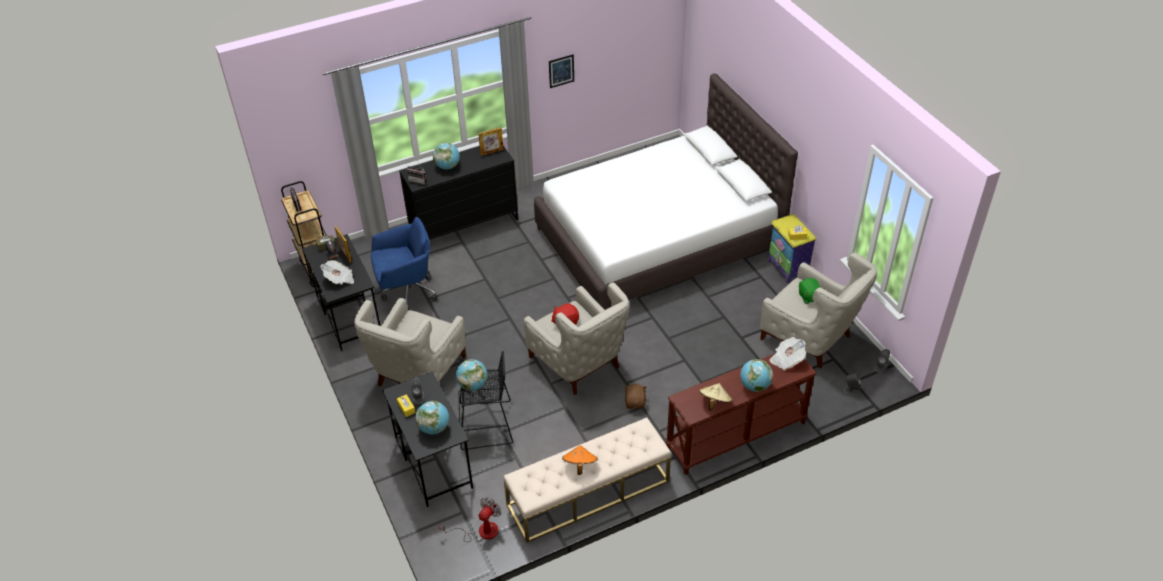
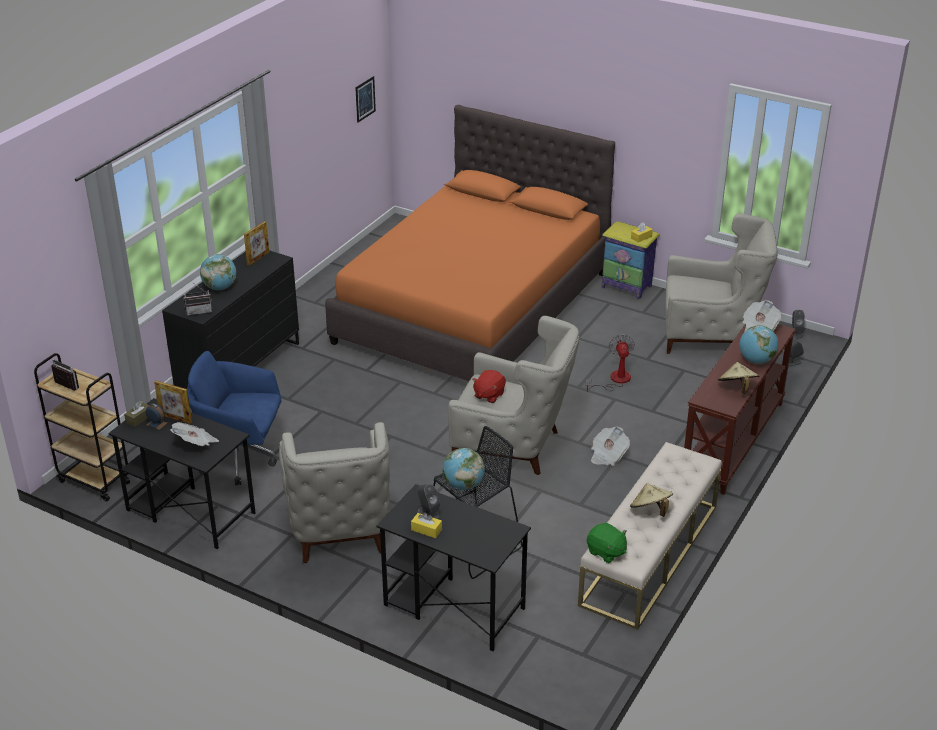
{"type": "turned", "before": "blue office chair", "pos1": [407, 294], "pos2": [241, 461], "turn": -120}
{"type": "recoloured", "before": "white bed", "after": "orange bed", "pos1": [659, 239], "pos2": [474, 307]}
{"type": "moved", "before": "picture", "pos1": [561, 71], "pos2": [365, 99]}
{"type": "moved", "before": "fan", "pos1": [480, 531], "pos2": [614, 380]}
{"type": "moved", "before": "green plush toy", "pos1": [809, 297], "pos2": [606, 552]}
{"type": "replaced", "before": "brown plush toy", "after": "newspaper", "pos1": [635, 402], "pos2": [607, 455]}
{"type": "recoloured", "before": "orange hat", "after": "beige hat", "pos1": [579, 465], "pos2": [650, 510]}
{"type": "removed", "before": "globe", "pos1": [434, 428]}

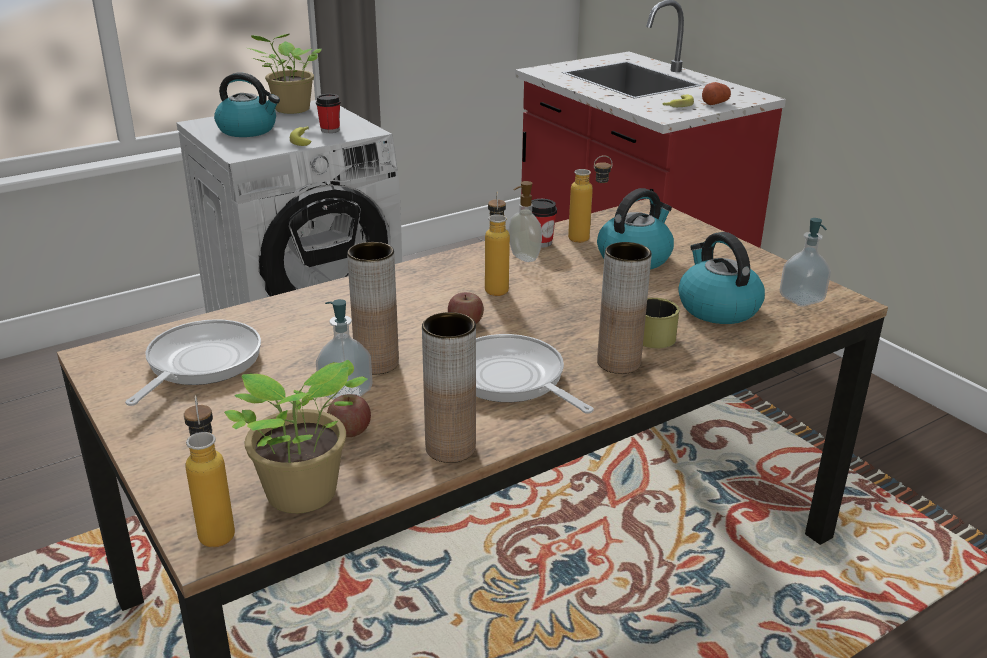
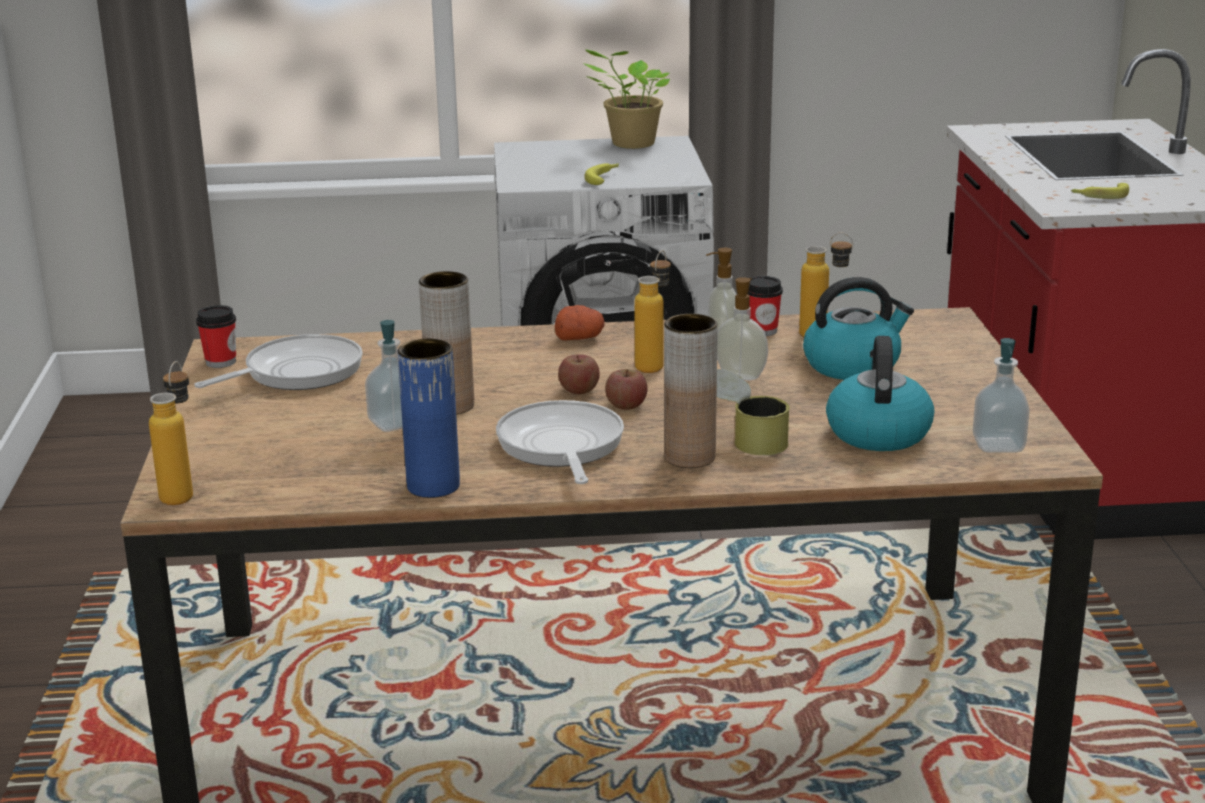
{"type": "moved", "before": "cup", "pos1": [330, 130], "pos2": [221, 362]}
{"type": "recoloured", "before": "brown vase", "after": "blue vase", "pos1": [450, 448], "pos2": [433, 486]}
{"type": "moved", "before": "potato", "pos1": [714, 103], "pos2": [580, 338]}
{"type": "moved", "before": "apple", "pos1": [350, 431], "pos2": [626, 405]}
{"type": "added", "after": "soap dispenser", "pos2": [741, 375]}
{"type": "removed", "before": "kettle", "pos1": [248, 130]}
{"type": "removed", "before": "potted plant", "pos1": [303, 496]}

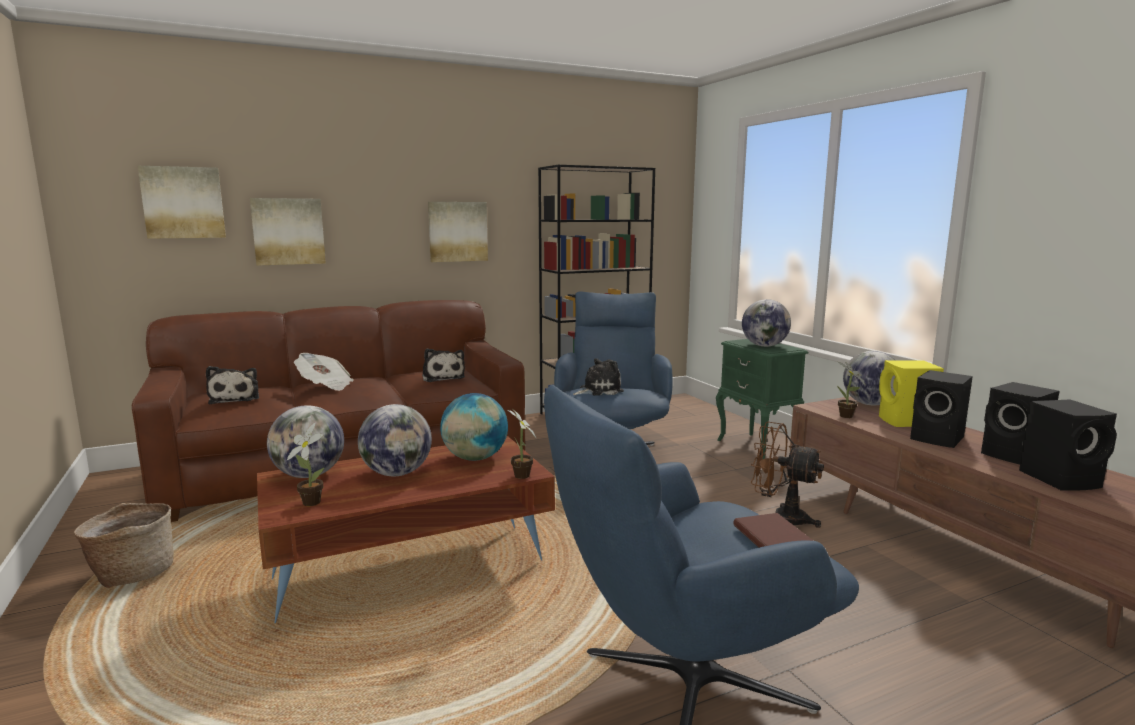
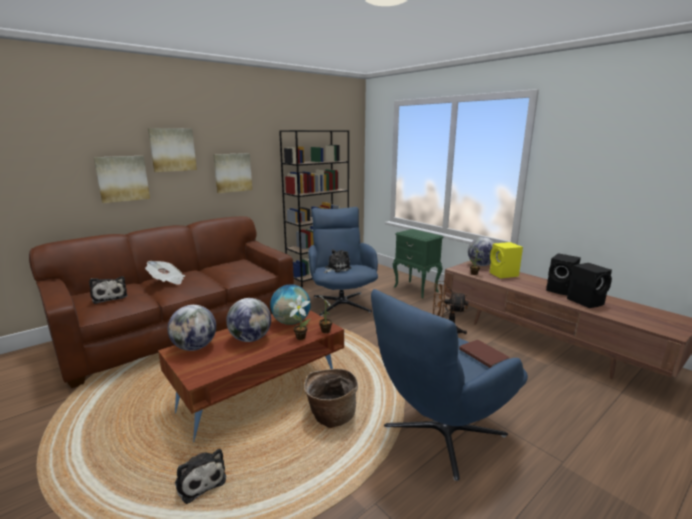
{"type": "moved", "before": "picture", "pos1": [183, 202], "pos2": [172, 149]}
{"type": "moved", "before": "plush toy", "pos1": [443, 377], "pos2": [200, 480]}
{"type": "moved", "before": "potted plant", "pos1": [310, 501], "pos2": [299, 337]}
{"type": "moved", "before": "basket", "pos1": [132, 574], "pos2": [330, 416]}
{"type": "removed", "before": "globe", "pos1": [764, 346]}
{"type": "removed", "before": "black speaker", "pos1": [939, 439]}

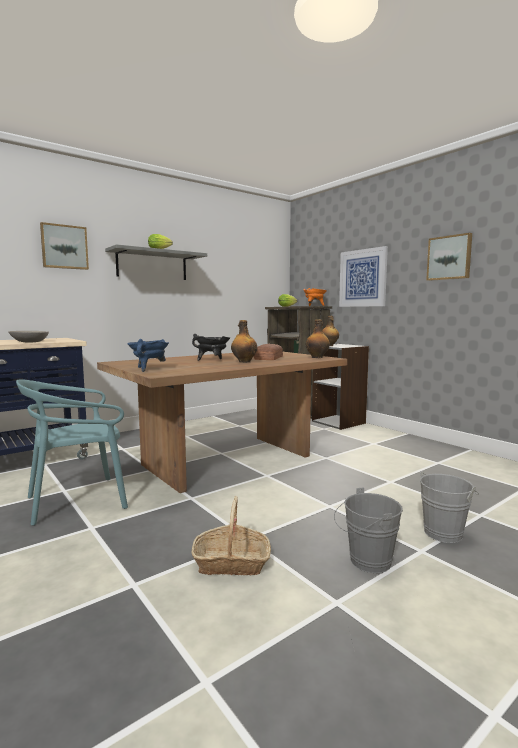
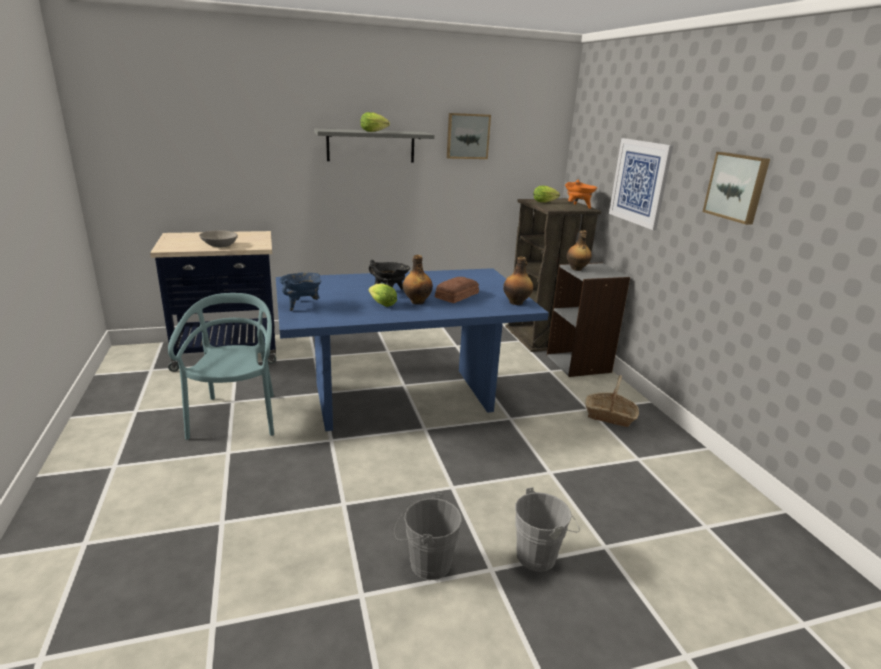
{"type": "turned", "before": "turquoise chair", "pos1": [78, 500], "pos2": [236, 417], "turn": 90}
{"type": "recoloured", "before": "brown dining table", "after": "blue dining table", "pos1": [227, 460], "pos2": [403, 397]}
{"type": "added", "after": "lettuce", "pos2": [381, 304]}
{"type": "moved", "before": "picture", "pos1": [64, 247], "pos2": [467, 136]}
{"type": "moved", "before": "basket", "pos1": [231, 562], "pos2": [610, 416]}

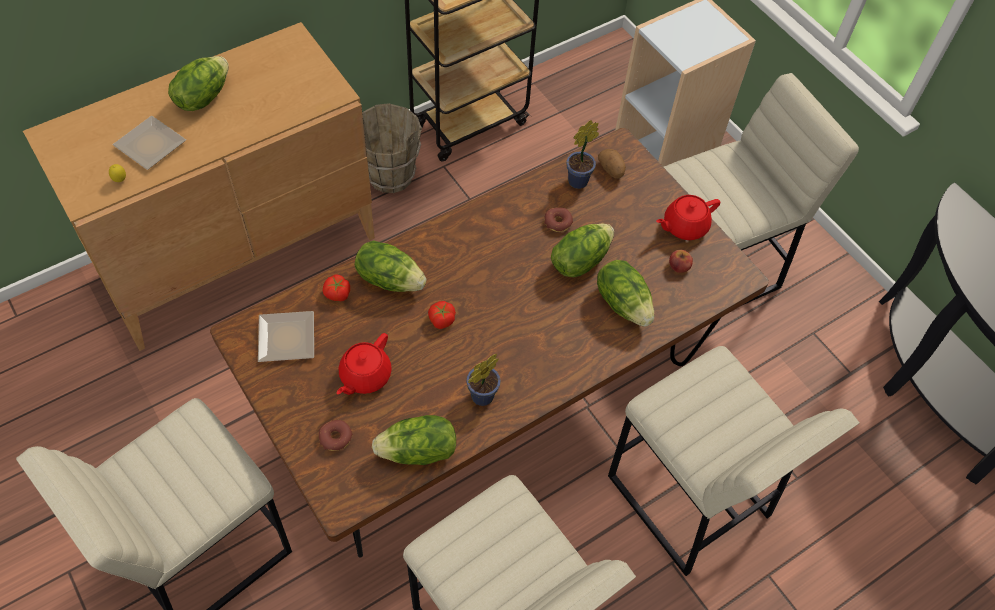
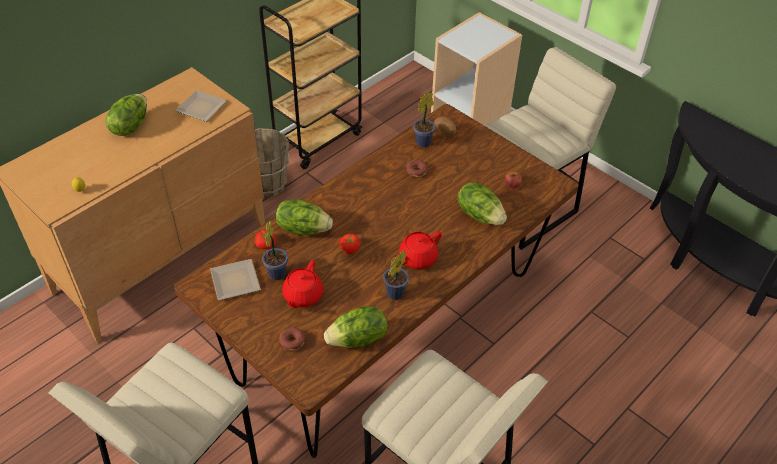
{"type": "moved", "before": "plate", "pos1": [150, 147], "pos2": [202, 109]}
{"type": "added", "after": "potted plant", "pos2": [277, 272]}
{"type": "moved", "before": "red teapot", "pos1": [684, 226], "pos2": [417, 258]}
{"type": "removed", "before": "lettuce", "pos1": [579, 260]}
{"type": "removed", "before": "beige chair", "pos1": [691, 499]}

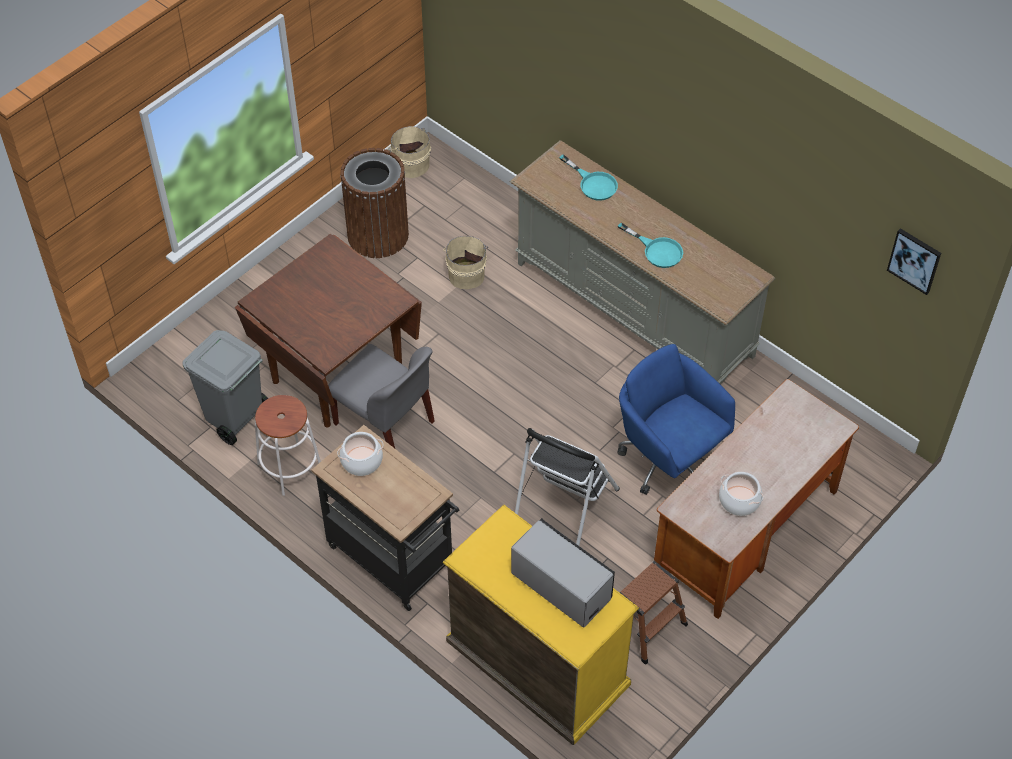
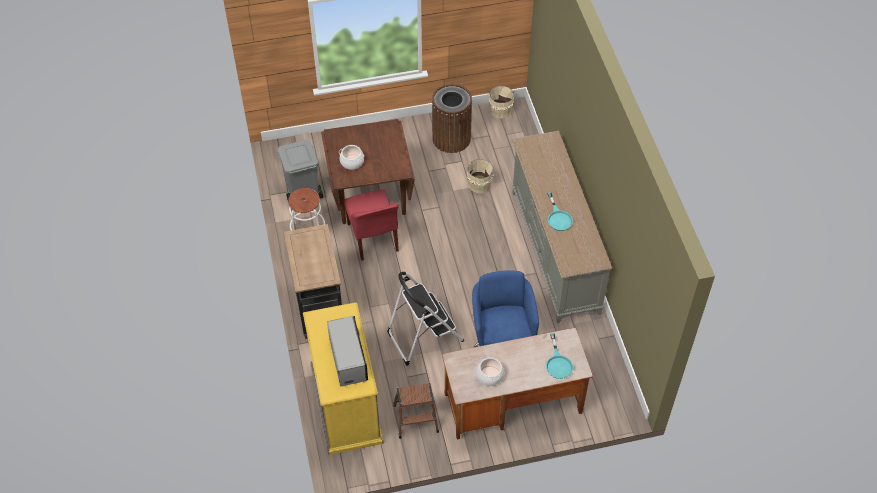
{"type": "moved", "before": "cooking pot", "pos1": [361, 461], "pos2": [352, 162]}
{"type": "recoloured", "before": "grey chair", "after": "red chair", "pos1": [386, 424], "pos2": [373, 238]}
{"type": "moved", "before": "turquoise frying pan", "pos1": [593, 183], "pos2": [558, 363]}
{"type": "removed", "before": "picture", "pos1": [914, 260]}

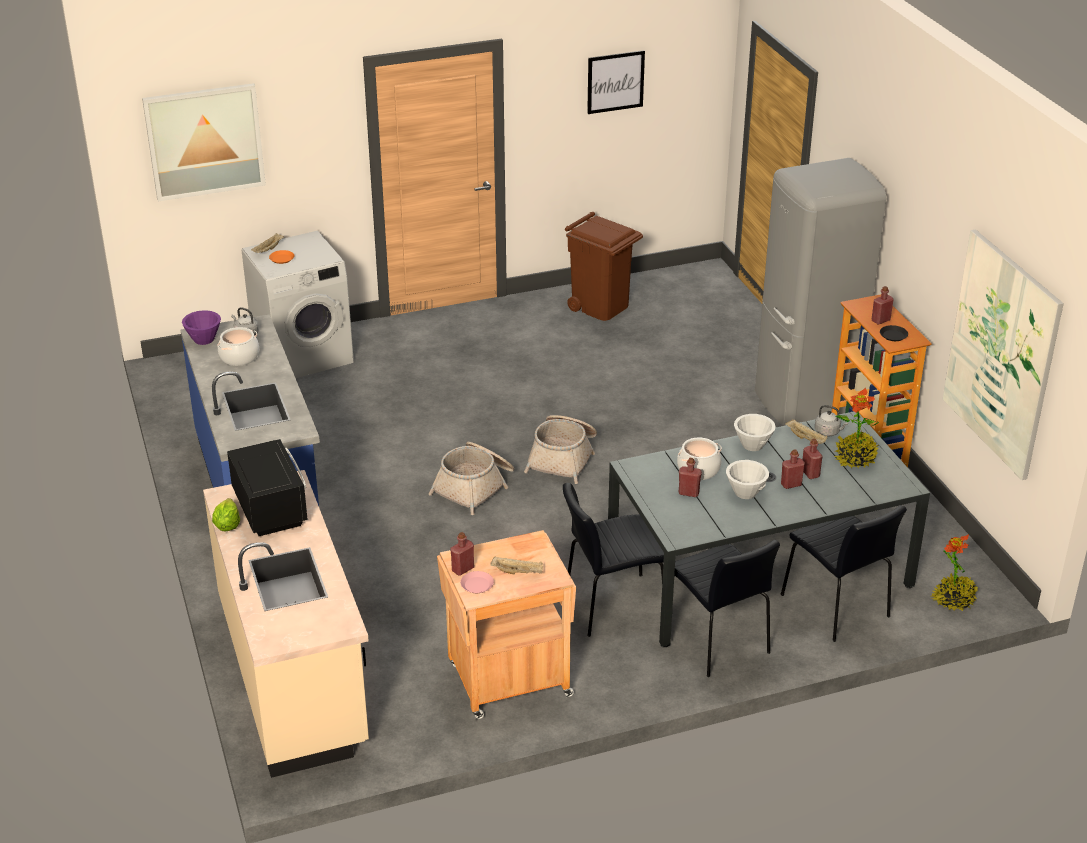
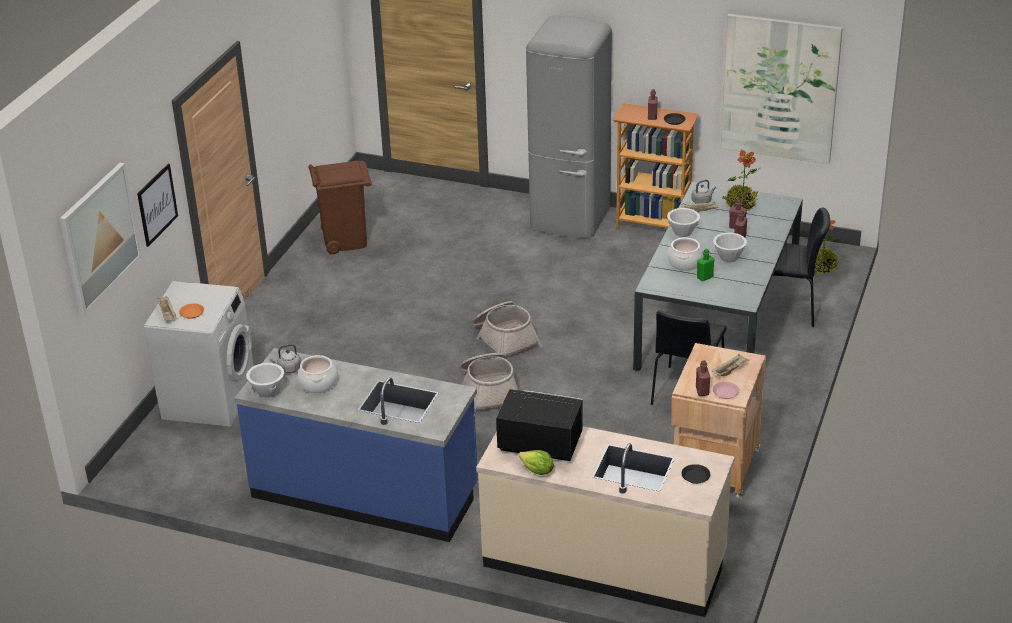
{"type": "moved", "before": "picture", "pos1": [615, 82], "pos2": [157, 204]}
{"type": "recoloured", "before": "purple bowl", "after": "white bowl", "pos1": [203, 339], "pos2": [267, 392]}
{"type": "added", "after": "black plate", "pos2": [695, 476]}
{"type": "recoloured", "before": "red bottle", "after": "green bottle", "pos1": [688, 493], "pos2": [705, 277]}
{"type": "removed", "before": "black chair", "pos1": [718, 642]}

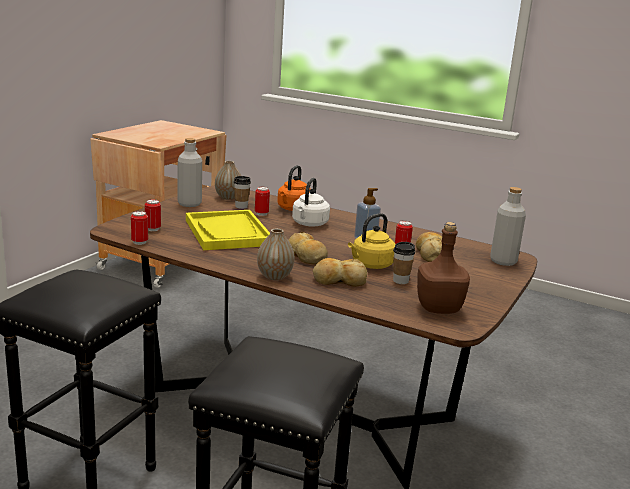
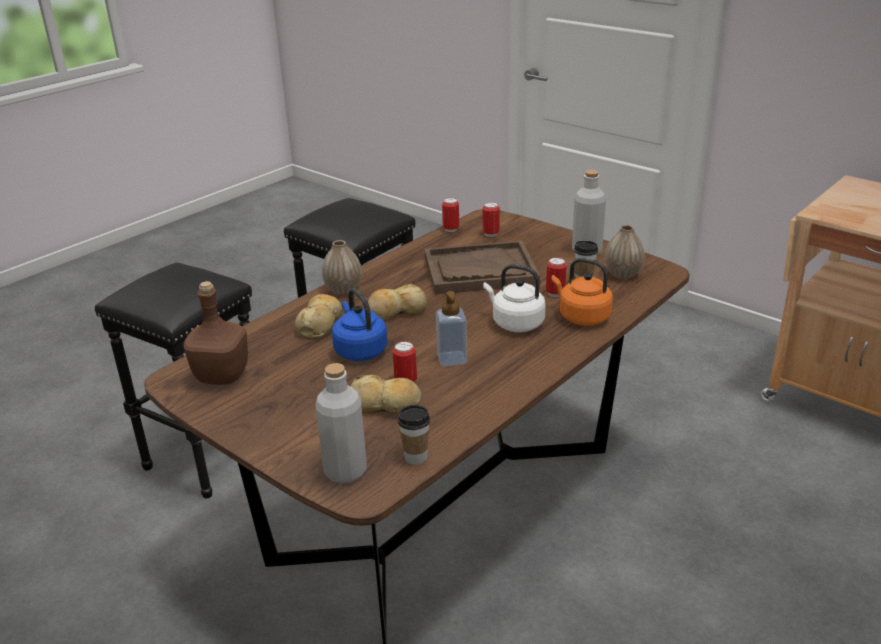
{"type": "recoloured", "before": "yellow kettle", "after": "blue kettle", "pos1": [370, 265], "pos2": [359, 350]}
{"type": "moved", "before": "cup", "pos1": [400, 281], "pos2": [416, 457]}
{"type": "recoloured", "before": "yellow tray", "after": "brown tray", "pos1": [228, 232], "pos2": [480, 271]}

